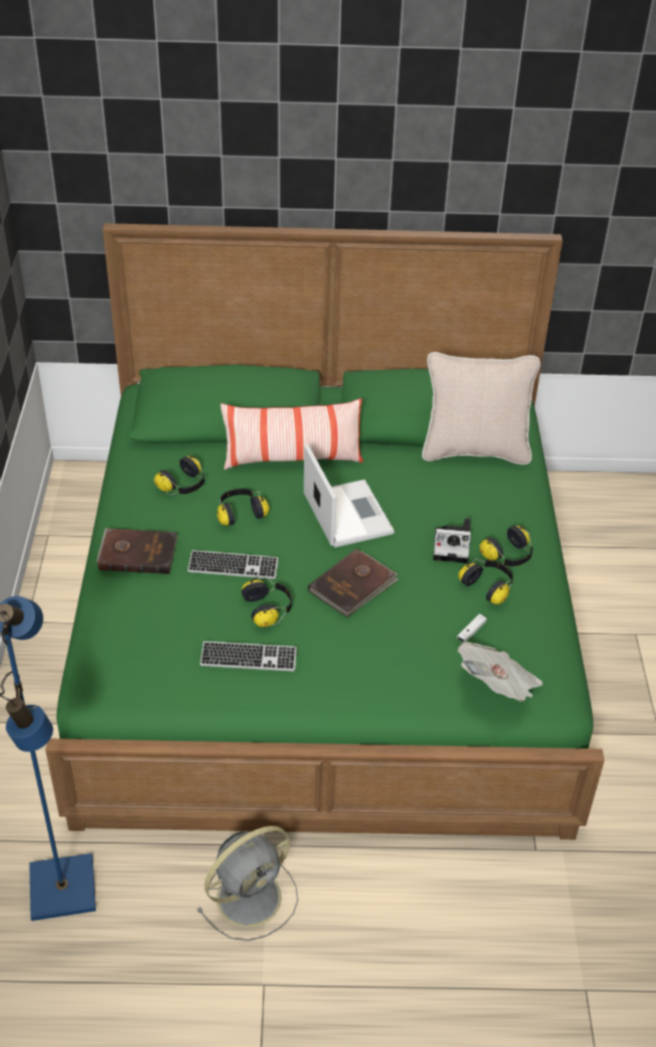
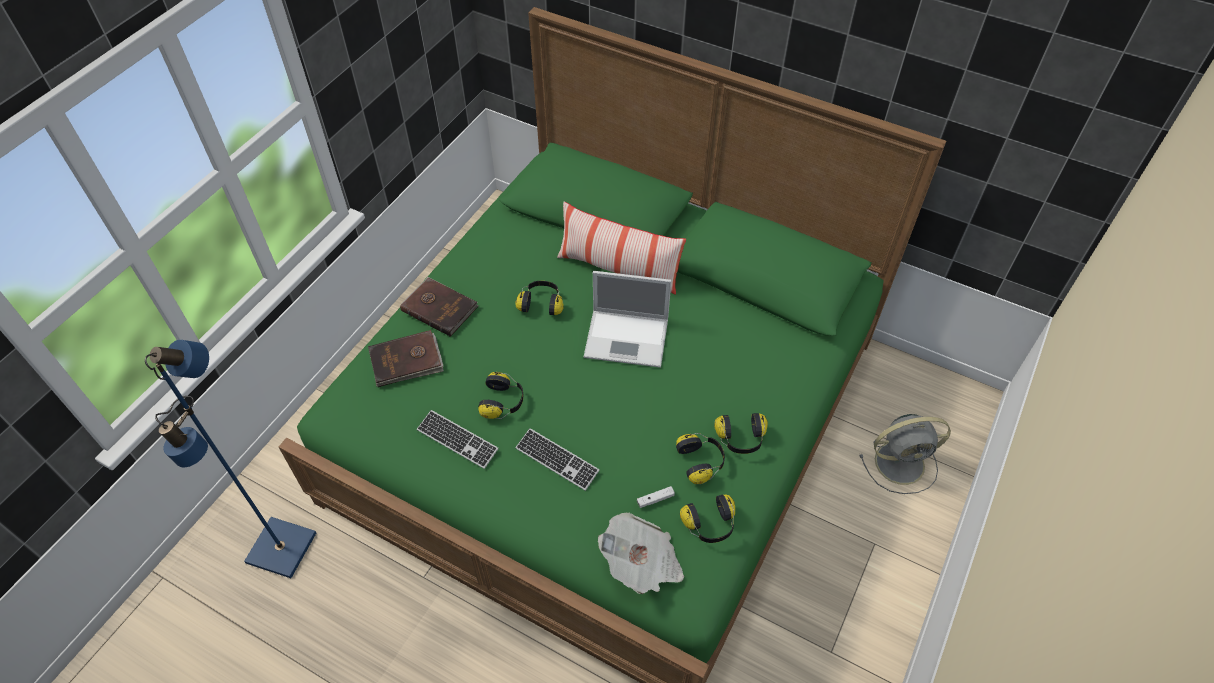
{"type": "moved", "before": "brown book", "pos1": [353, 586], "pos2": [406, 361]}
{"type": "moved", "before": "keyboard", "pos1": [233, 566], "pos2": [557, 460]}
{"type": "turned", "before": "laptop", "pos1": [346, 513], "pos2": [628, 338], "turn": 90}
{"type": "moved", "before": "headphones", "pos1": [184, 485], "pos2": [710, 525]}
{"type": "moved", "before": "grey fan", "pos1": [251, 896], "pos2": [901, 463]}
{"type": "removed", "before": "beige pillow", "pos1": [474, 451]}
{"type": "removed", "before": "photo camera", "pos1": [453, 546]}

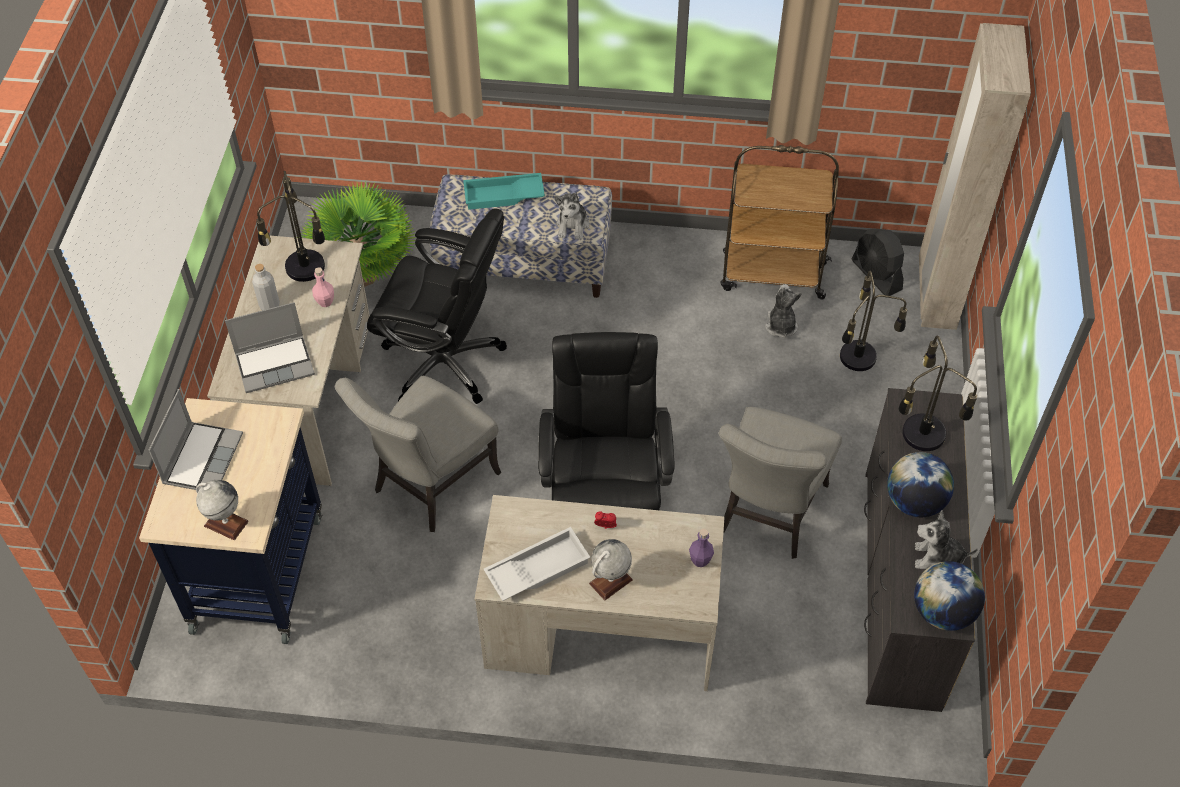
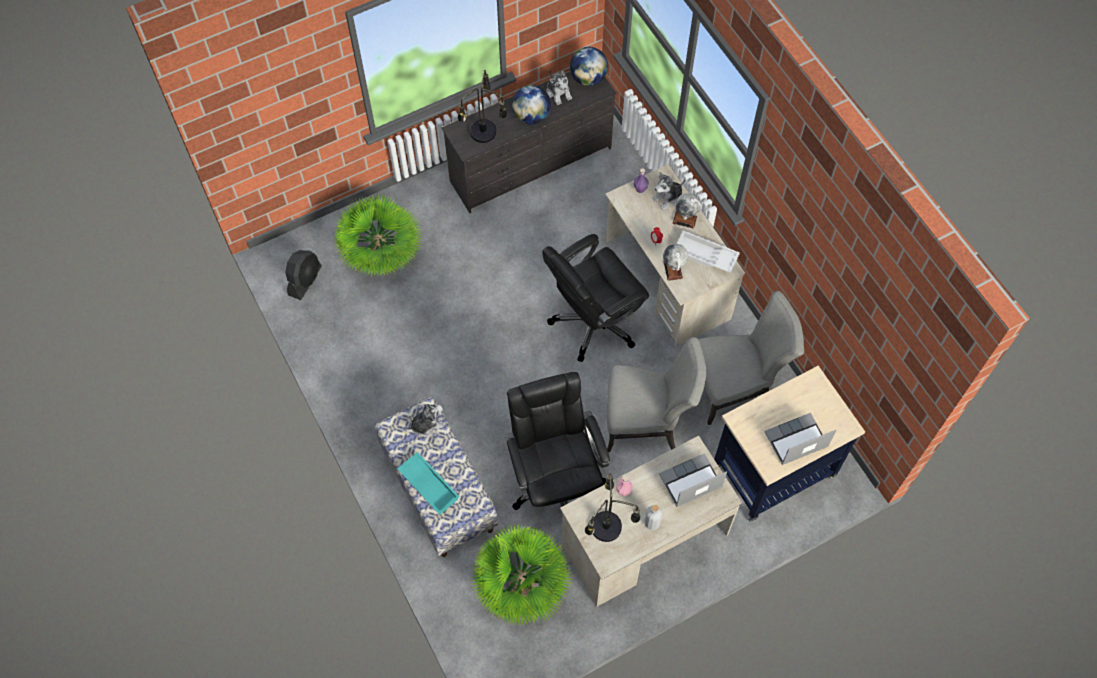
{"type": "replaced", "before": "table lamp", "after": "potted plant", "pos1": [858, 357], "pos2": [383, 257]}
{"type": "moved", "before": "plush toy", "pos1": [780, 326], "pos2": [668, 197]}
{"type": "turned", "before": "laptop", "pos1": [275, 364], "pos2": [690, 482], "turn": -60}
{"type": "moved", "before": "globe", "pos1": [226, 523], "pos2": [673, 270]}
{"type": "moved", "before": "grey chair", "pos1": [768, 514], "pos2": [736, 387]}
{"type": "removed", "before": "brown cart", "pos1": [771, 276]}
{"type": "removed", "before": "beige wardrobe", "pos1": [936, 295]}

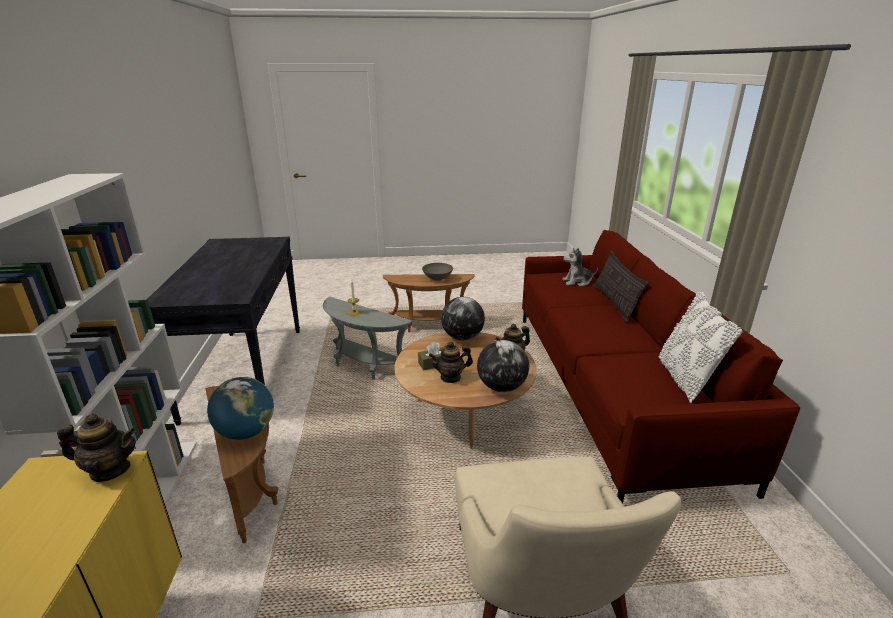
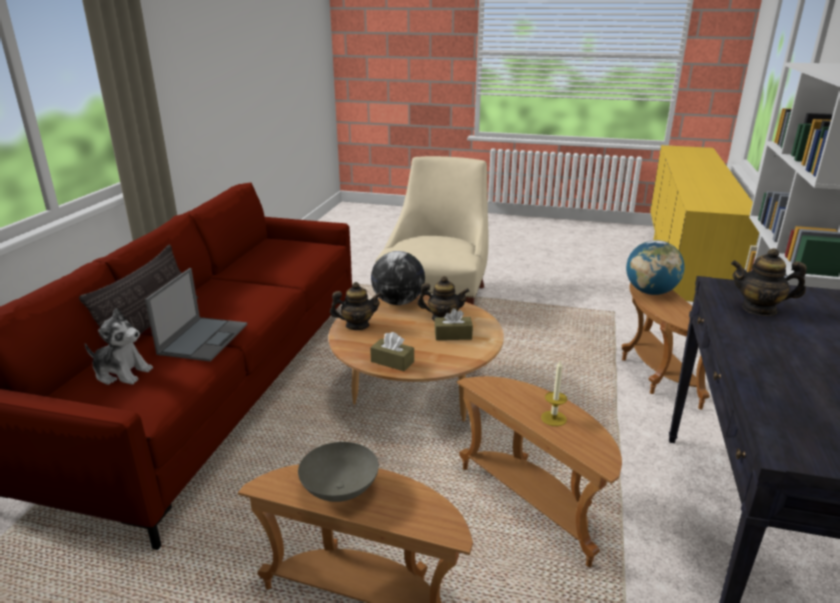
{"type": "added", "after": "laptop", "pos2": [203, 338]}
{"type": "replaced", "before": "globe", "after": "brown tissue box", "pos1": [462, 337], "pos2": [392, 362]}
{"type": "recoloured", "before": "grey side table", "after": "brown side table", "pos1": [364, 366], "pos2": [534, 504]}
{"type": "moved", "before": "teapot", "pos1": [110, 470], "pos2": [759, 309]}
{"type": "removed", "before": "white pillow", "pos1": [685, 379]}

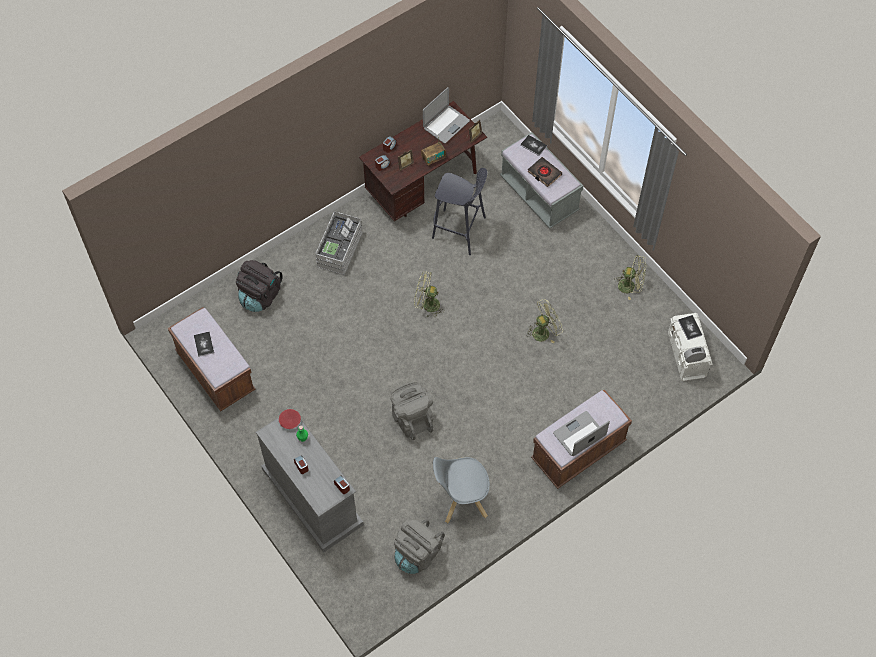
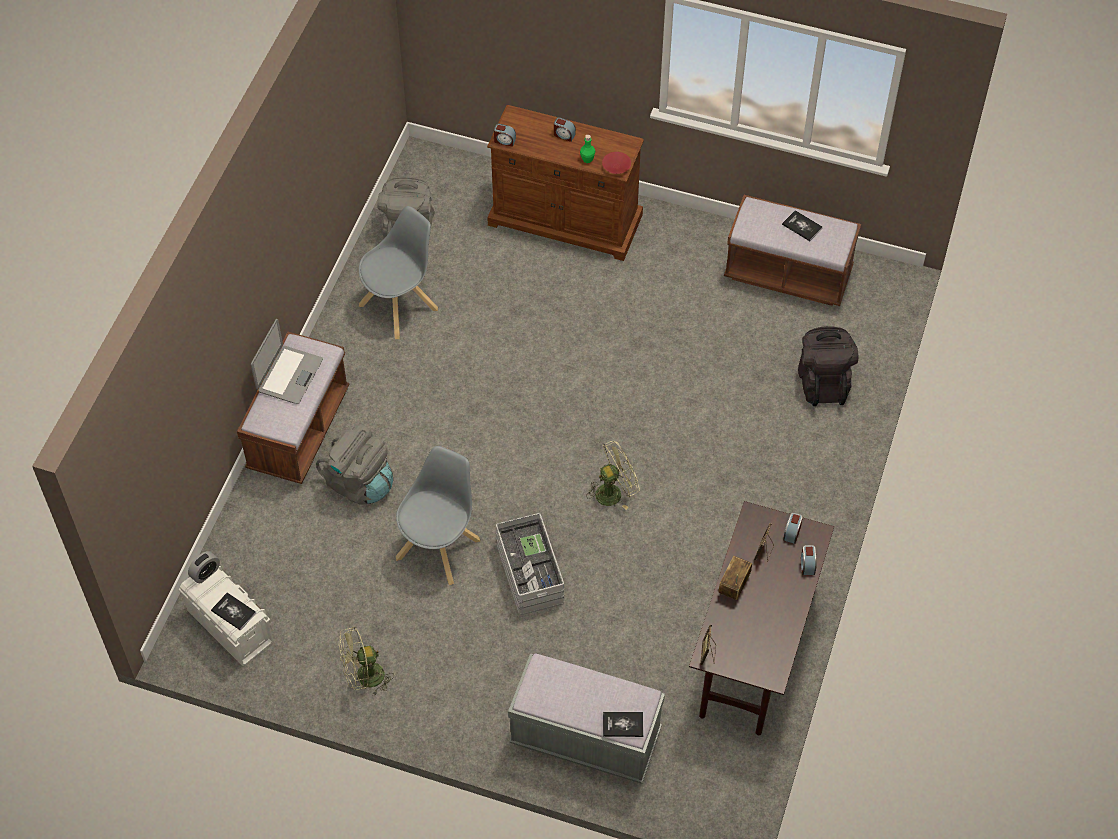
{"type": "moved", "before": "grey backpack", "pos1": [412, 418], "pos2": [360, 483]}
{"type": "replaced", "before": "green fan", "after": "grey chair", "pos1": [544, 331], "pos2": [439, 547]}
{"type": "recoloured", "before": "grey dresser", "after": "brown dresser", "pos1": [311, 496], "pos2": [566, 219]}
{"type": "moved", "before": "grey storage box", "pos1": [339, 249], "pos2": [531, 573]}
{"type": "removed", "before": "laptop", "pos1": [446, 124]}
{"type": "removed", "before": "grey stool", "pos1": [459, 230]}
{"type": "removed", "before": "black book", "pos1": [544, 173]}

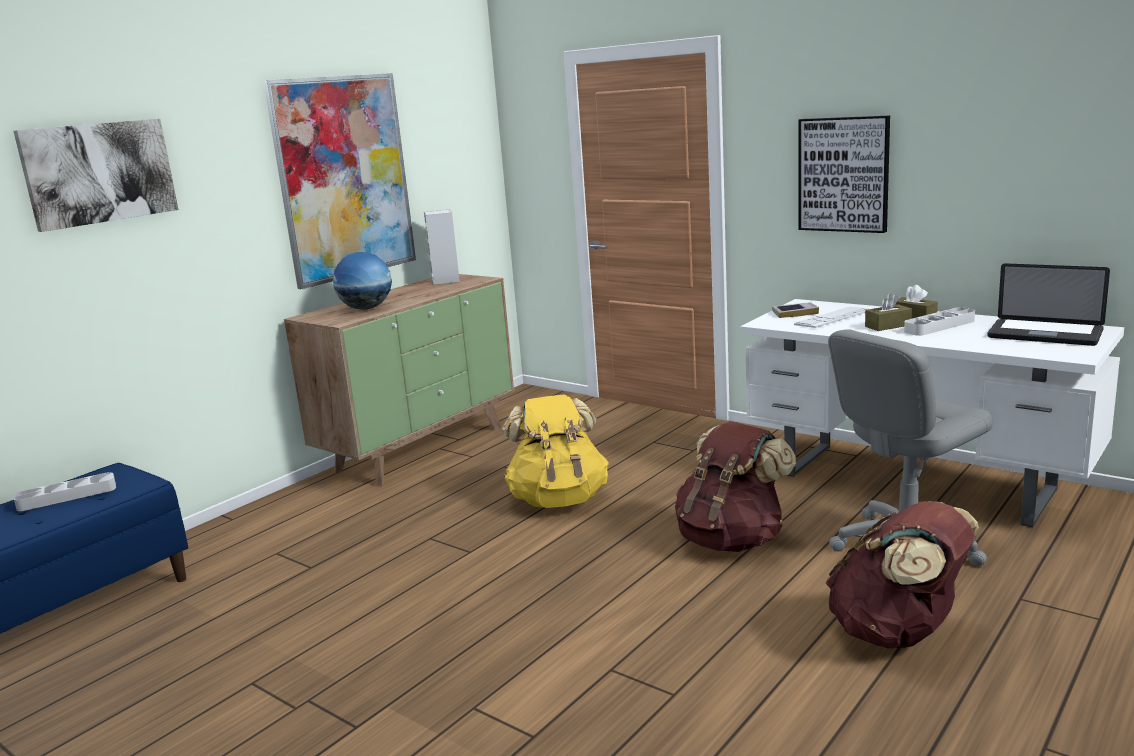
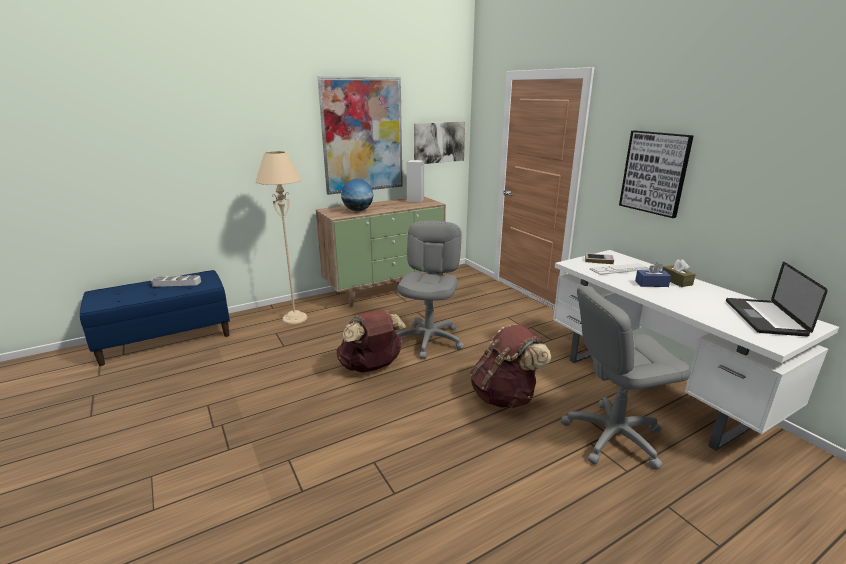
{"type": "added", "after": "beige floor lamp", "pos2": [295, 318]}
{"type": "moved", "before": "brown backpack", "pos1": [898, 633], "pos2": [371, 367]}
{"type": "replaced", "before": "yellow backpack", "after": "grey office chair", "pos1": [558, 499], "pos2": [429, 340]}
{"type": "moved", "before": "picture", "pos1": [99, 172], "pos2": [439, 142]}
{"type": "recoloured", "before": "brown tissue box", "after": "blue tissue box", "pos1": [888, 326], "pos2": [651, 284]}
{"type": "turned", "before": "laptop", "pos1": [1044, 334], "pos2": [764, 318], "turn": 45}
{"type": "removed", "before": "grey tray", "pos1": [939, 326]}

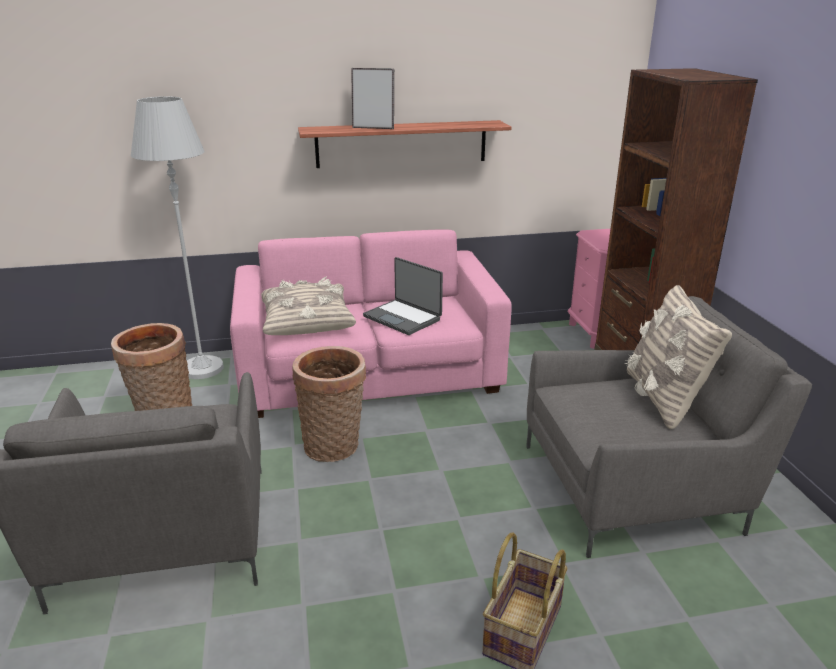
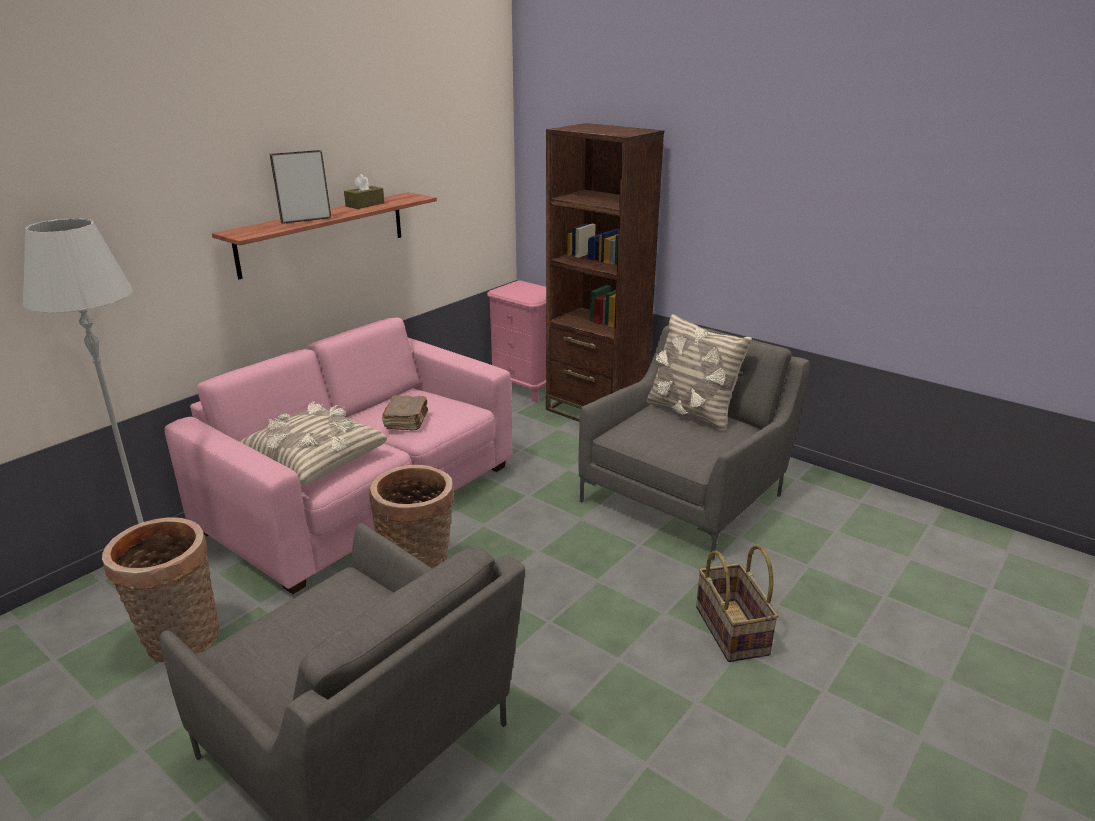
{"type": "added", "after": "brown tissue box", "pos2": [365, 205]}
{"type": "replaced", "before": "laptop", "after": "brown book", "pos1": [403, 318], "pos2": [407, 421]}

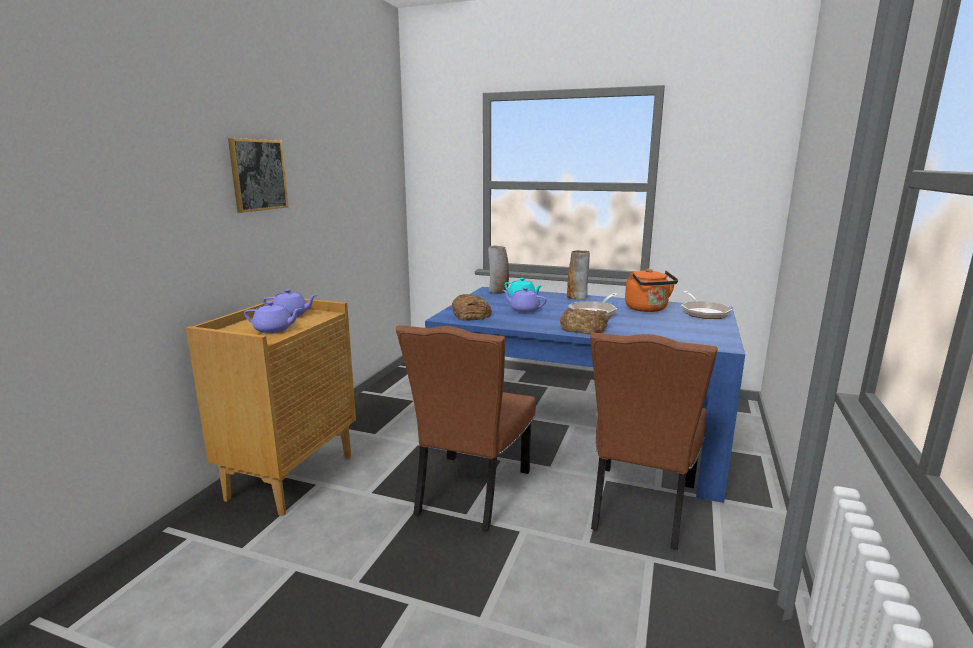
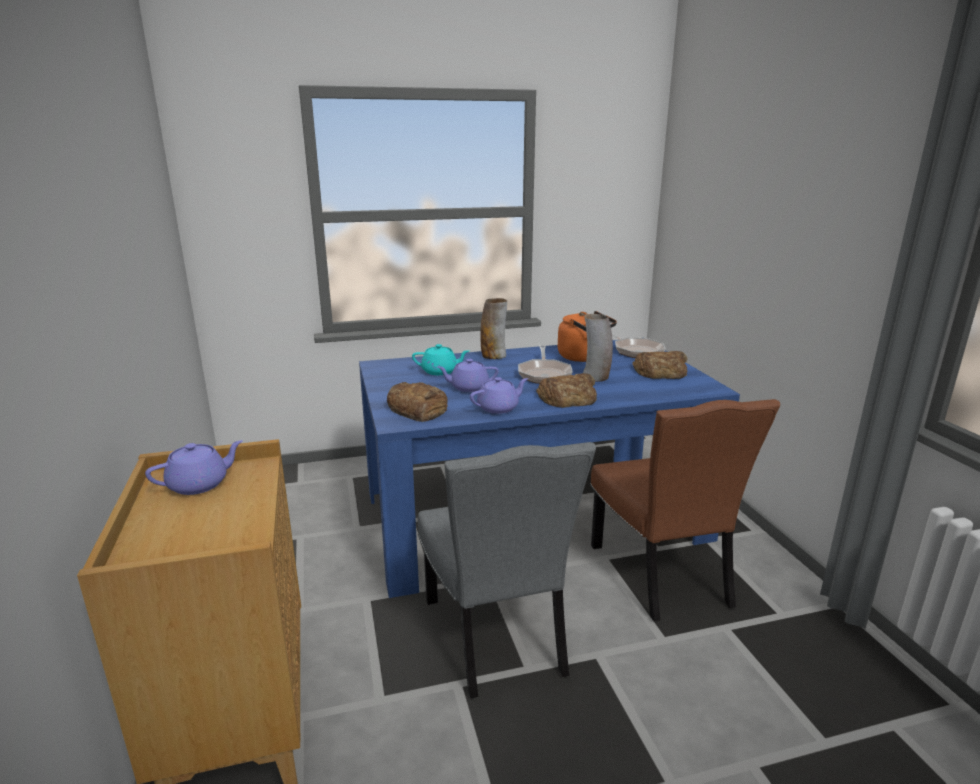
{"type": "recoloured", "before": "brown chair", "after": "grey chair", "pos1": [472, 489], "pos2": [496, 631]}
{"type": "moved", "before": "purple teapot", "pos1": [274, 330], "pos2": [499, 408]}
{"type": "moved", "before": "vase", "pos1": [498, 291], "pos2": [596, 377]}
{"type": "added", "after": "bread", "pos2": [660, 371]}
{"type": "removed", "before": "picture", "pos1": [258, 175]}

